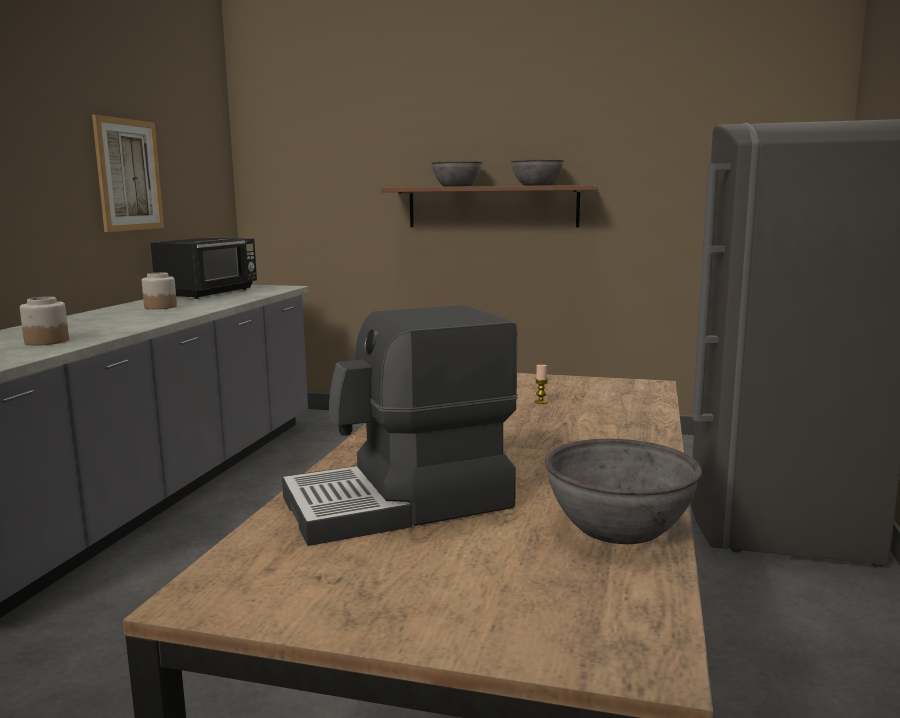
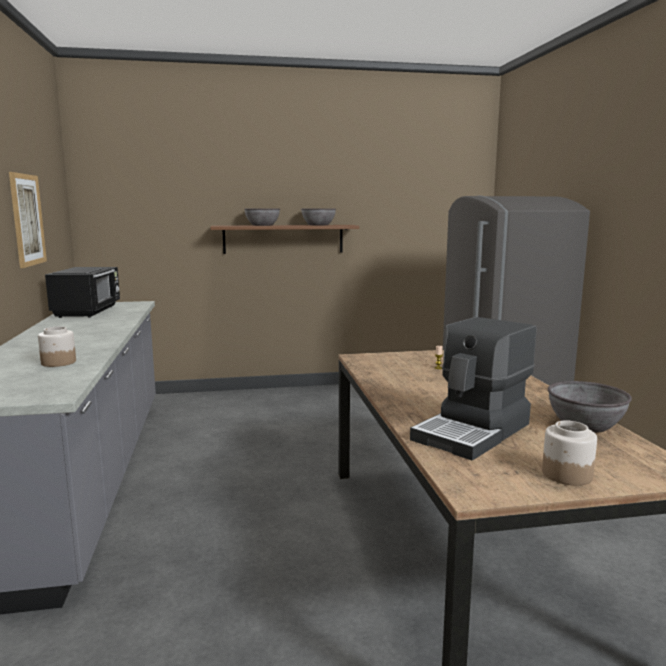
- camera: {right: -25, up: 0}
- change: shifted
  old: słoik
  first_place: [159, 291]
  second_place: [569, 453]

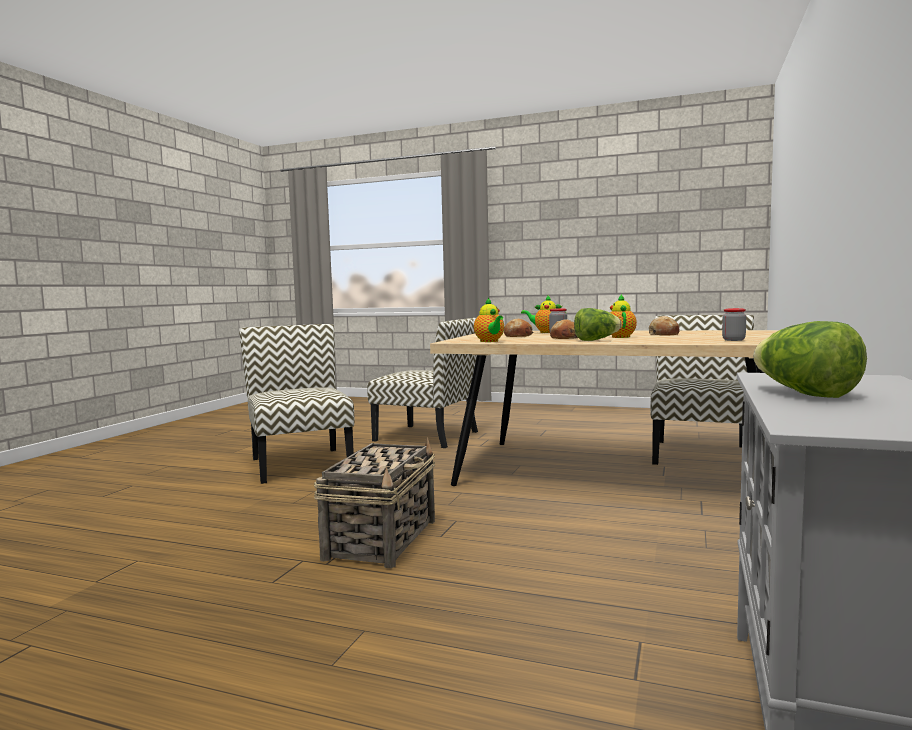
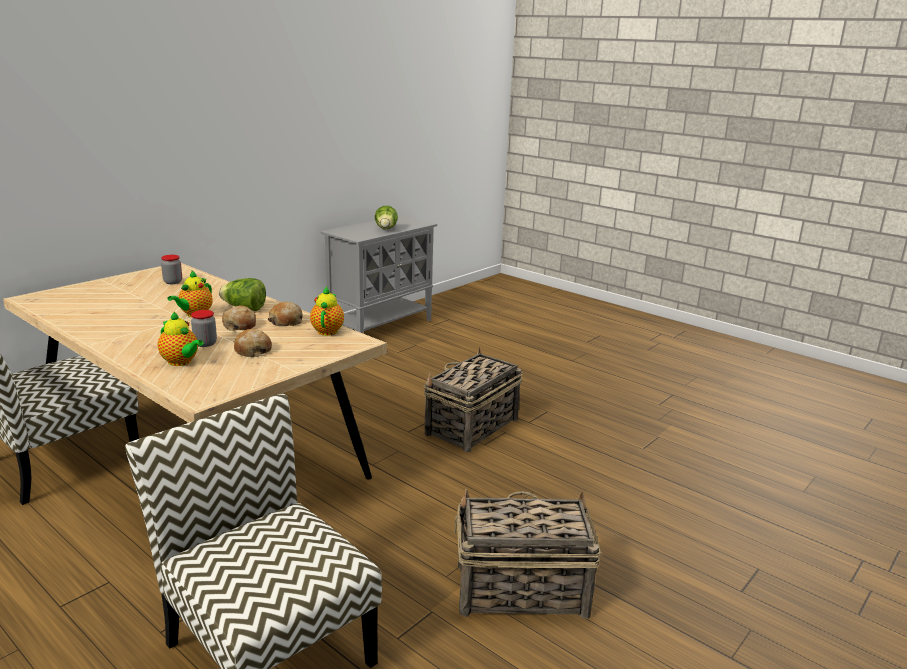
- camera: {right: -160, up: 15}
- change: shifted
  old: chleb
  first_place: [664, 326]
  second_place: [285, 314]
- change: swapped
  old: krzesło
  new: koszyk
  first_place: [297, 404]
  second_place: [527, 554]

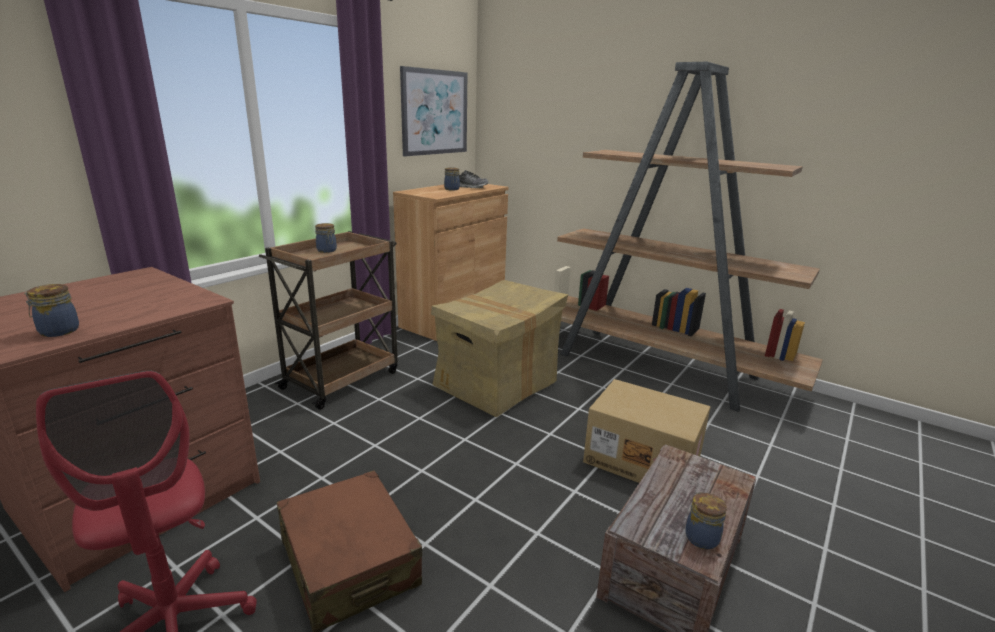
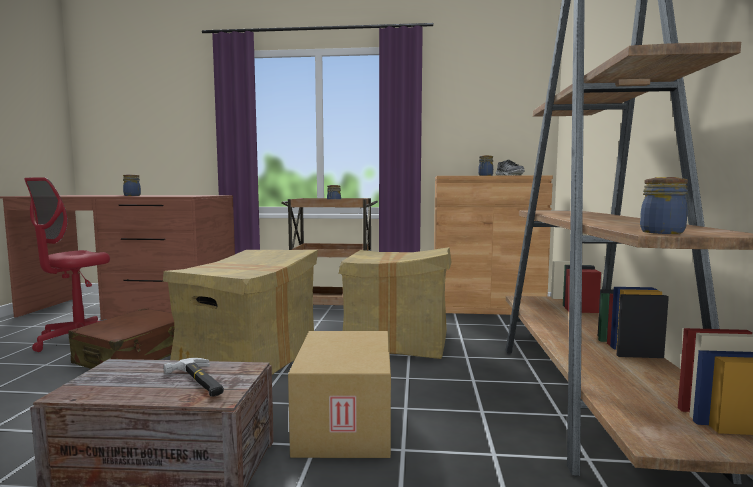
- camera: {right: 60, up: -15}
- change: gone
  old: obraz
  first_place: [433, 111]
- change: new
  new: karton
  second_place: [240, 312]
- change: new
  new: młotek
  second_place: [193, 377]
- change: shifted
  old: słoik
  first_place: [706, 520]
  second_place: [664, 205]

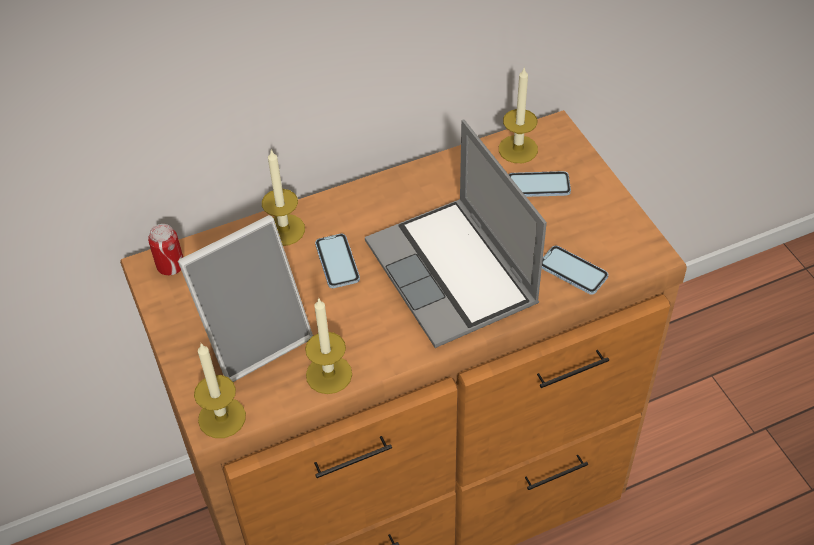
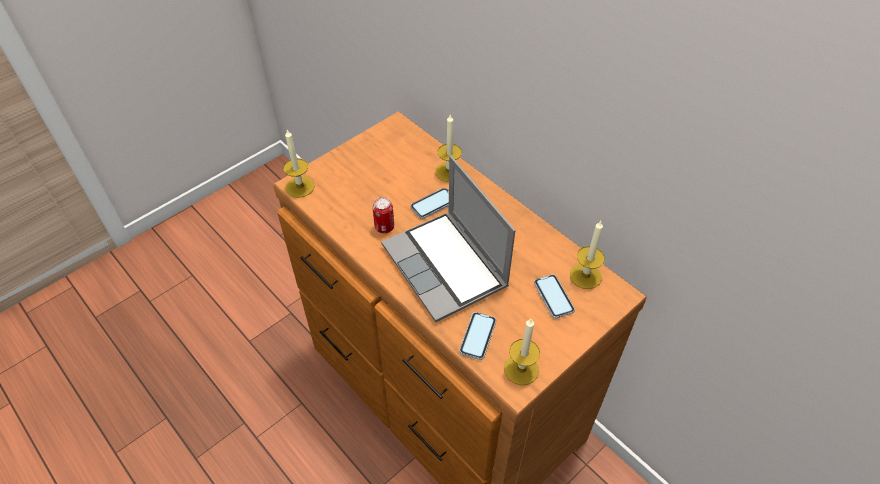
- camera: {right: 70, up: 0}
- change: gone
  old: ramka na zdjęcie
  first_place: [245, 298]
- change: shifted
  old: puszka
  first_place: [165, 249]
  second_place: [383, 215]
- change: shifted
  old: świeca
  first_place: [328, 346]
  second_place: [522, 352]
- change: rotated
  old: laptop
  first_place: [456, 234]
  second_place: [448, 239]
  degrees: -75

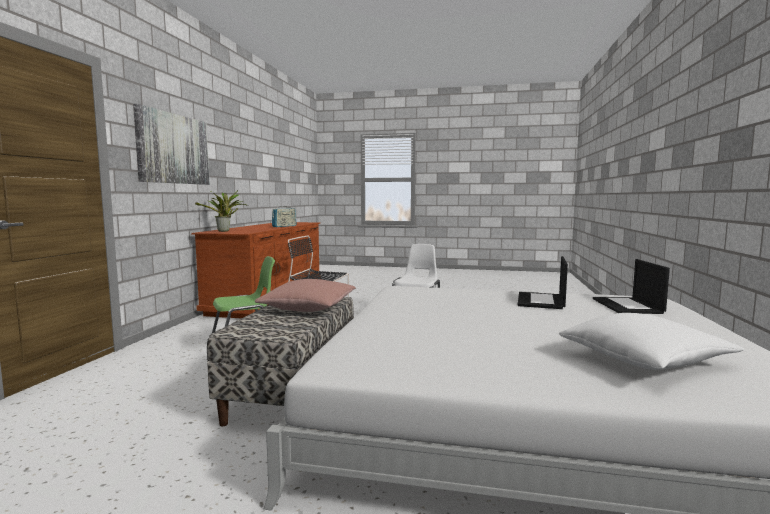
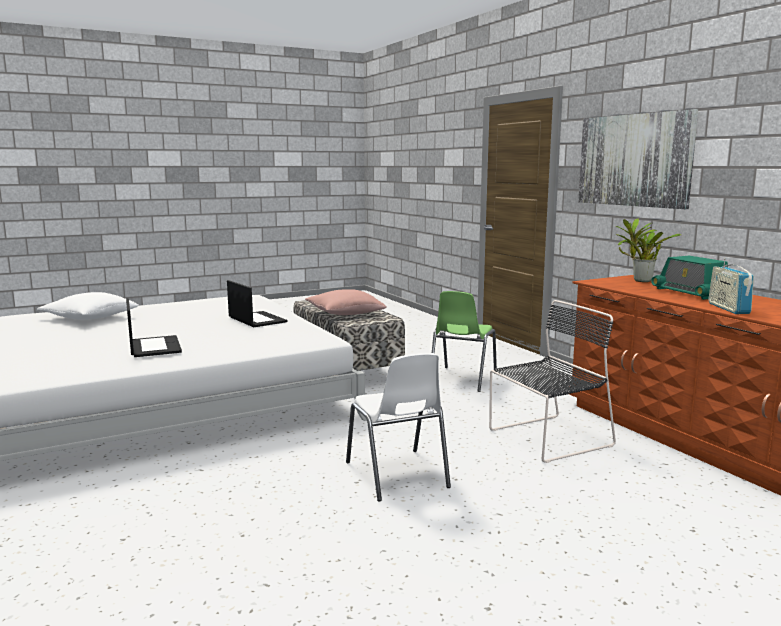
- camera: {right: 140, up: 5}
- change: new
  new: radio
  second_place: [689, 278]
- change: shifted
  old: laptop
  first_place: [631, 286]
  second_place: [257, 303]

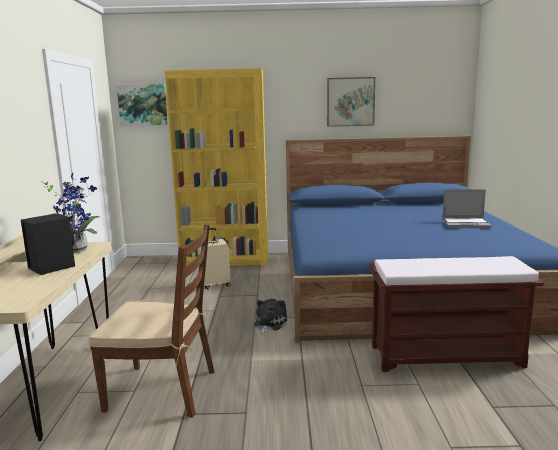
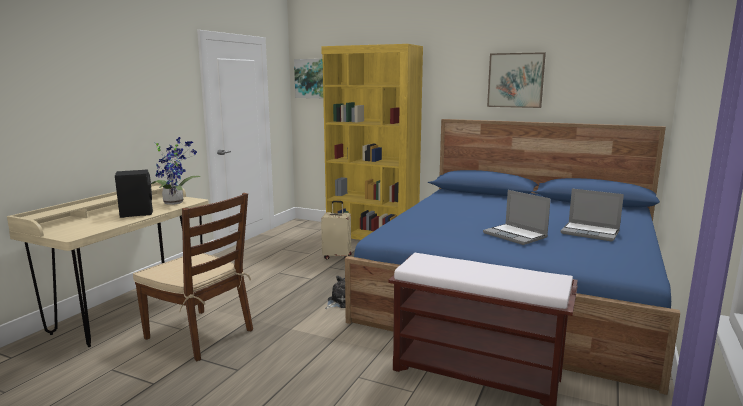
- camera: {right: 25, up: 0}
- change: new
  new: laptop
  second_place: [517, 217]

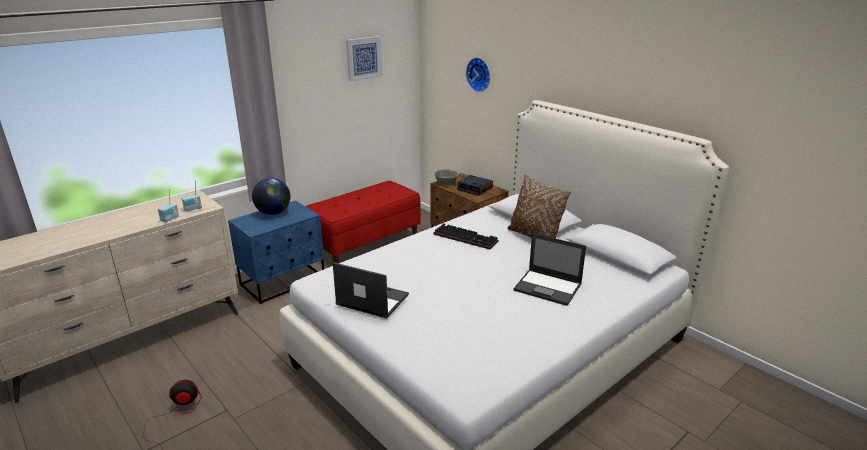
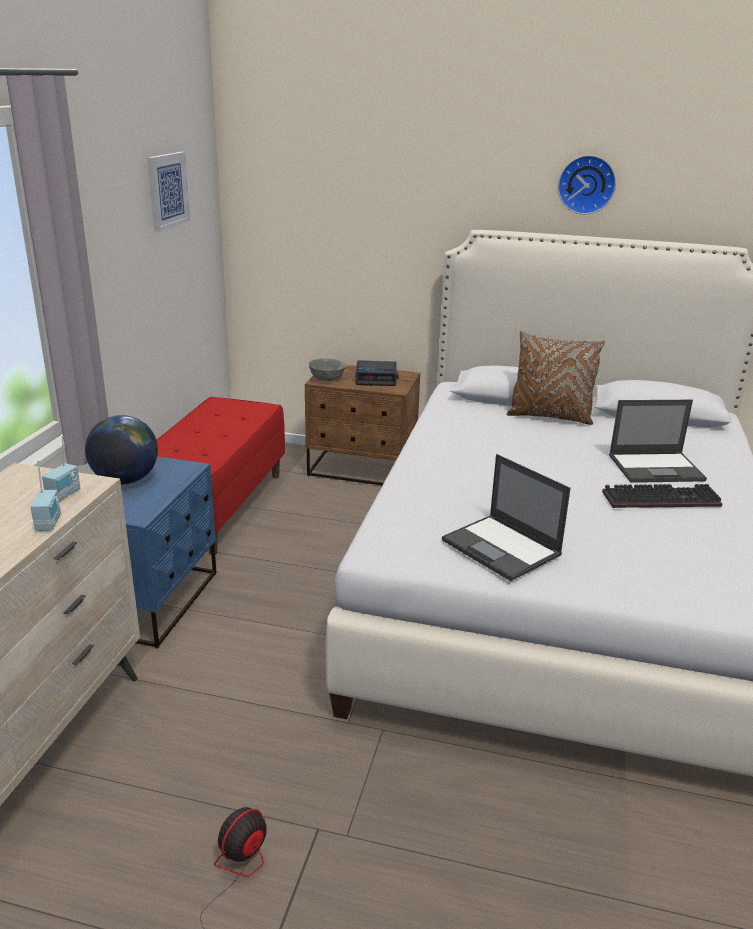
- camera: {right: -35, up: 0}
- change: shifted
  old: klawiatura
  first_place: [465, 236]
  second_place: [662, 496]
- change: shifted
  old: zegar ścienny
  first_place: [478, 74]
  second_place: [587, 184]
- change: rotated
  old: laptop
  first_place: [371, 290]
  second_place: [506, 517]
  degrees: -120

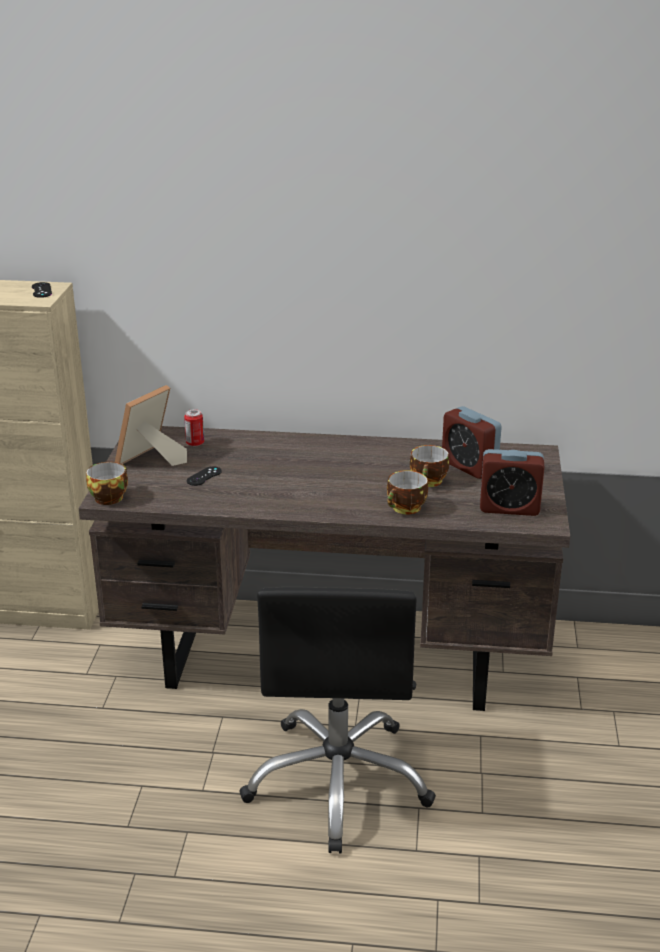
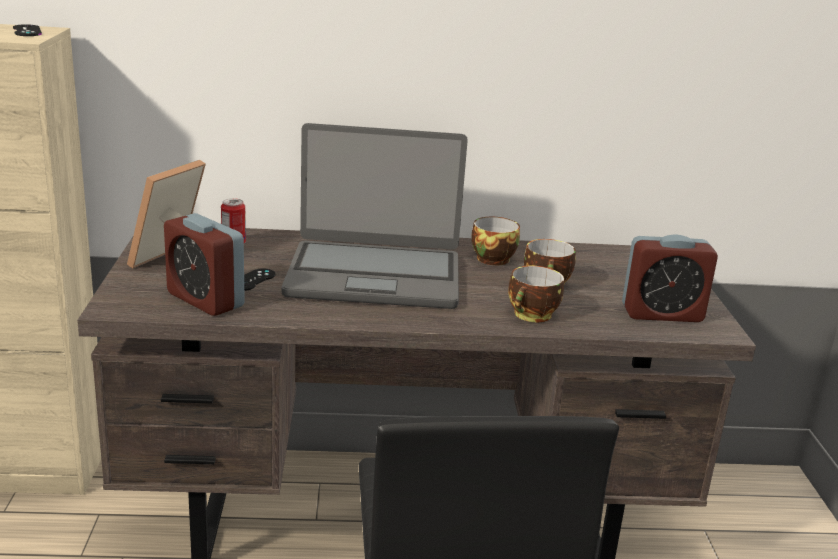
- camera: {right: -10, up: -5}
- change: new
  new: laptop
  second_place: [374, 216]
- change: shifted
  old: filiżanka
  first_place: [107, 483]
  second_place: [495, 241]
- change: shifted
  old: budzik
  first_place: [472, 442]
  second_place: [204, 264]

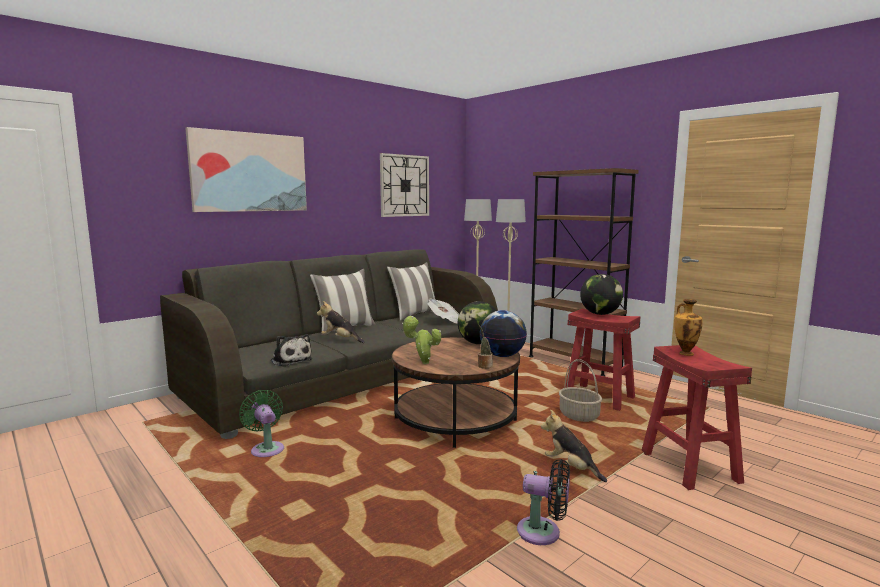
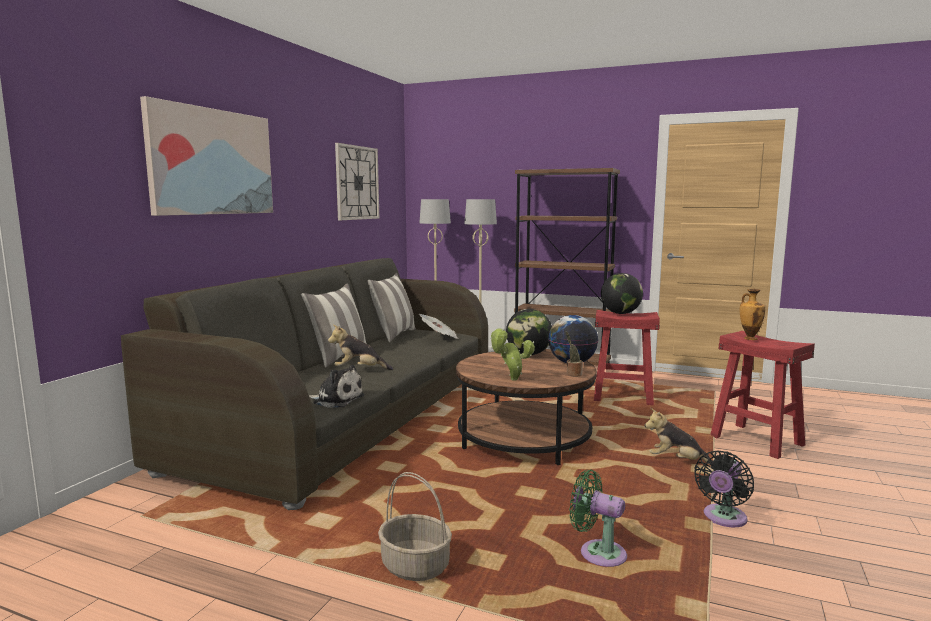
- camera: {right: -25, up: 0}
- change: shifted
  old: wentylator [zielony]
  first_place: [261, 423]
  second_place: [598, 518]
- change: shifted
  old: koszyk
  first_place: [580, 390]
  second_place: [415, 526]
- change: rotated
  old: wentylator [czarny]
  first_place: [543, 502]
  second_place: [724, 489]
  degrees: 135

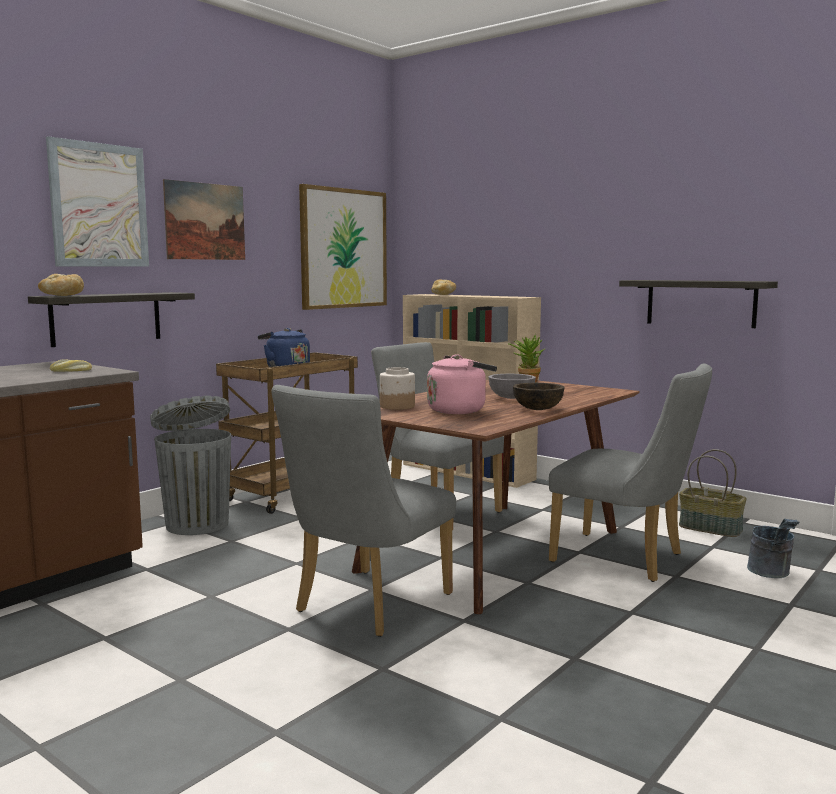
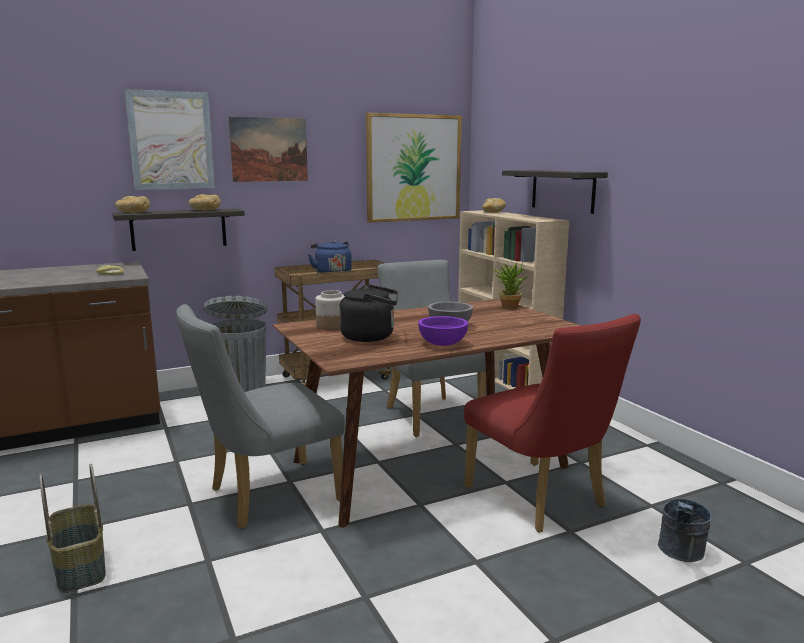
- camera: {right: 25, up: 5}
- change: new
  new: chleb
  second_place: [204, 202]
- change: shifted
  old: półka
  first_place: [698, 304]
  second_place: [555, 192]
- change: shifted
  old: koszyk
  first_place: [713, 493]
  second_place: [72, 528]
- change: repainted
  old: czajnik [różowy]
  new: czajnik [czarny]
  first_place: [462, 384]
  second_place: [368, 313]
- change: repainted
  old: miska [brązowy]
  new: miska [fioletowy]
  first_place: [538, 396]
  second_place: [443, 331]
- change: repainted
  old: krzesło [szary]
  new: krzesło [czerwony]
  first_place: [630, 473]
  second_place: [552, 423]

